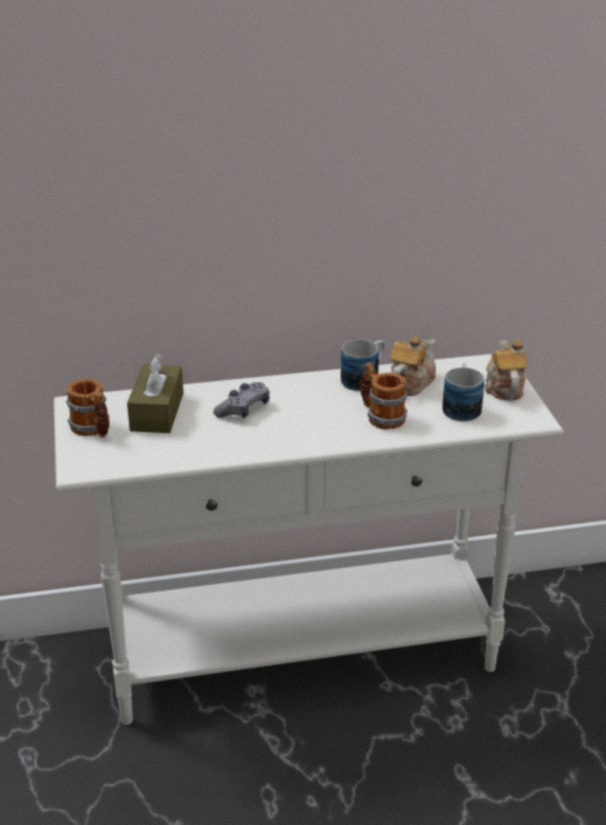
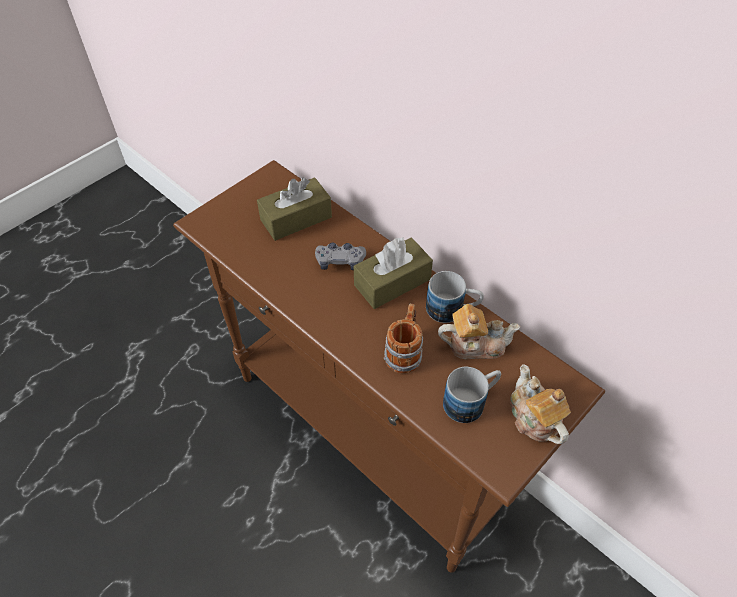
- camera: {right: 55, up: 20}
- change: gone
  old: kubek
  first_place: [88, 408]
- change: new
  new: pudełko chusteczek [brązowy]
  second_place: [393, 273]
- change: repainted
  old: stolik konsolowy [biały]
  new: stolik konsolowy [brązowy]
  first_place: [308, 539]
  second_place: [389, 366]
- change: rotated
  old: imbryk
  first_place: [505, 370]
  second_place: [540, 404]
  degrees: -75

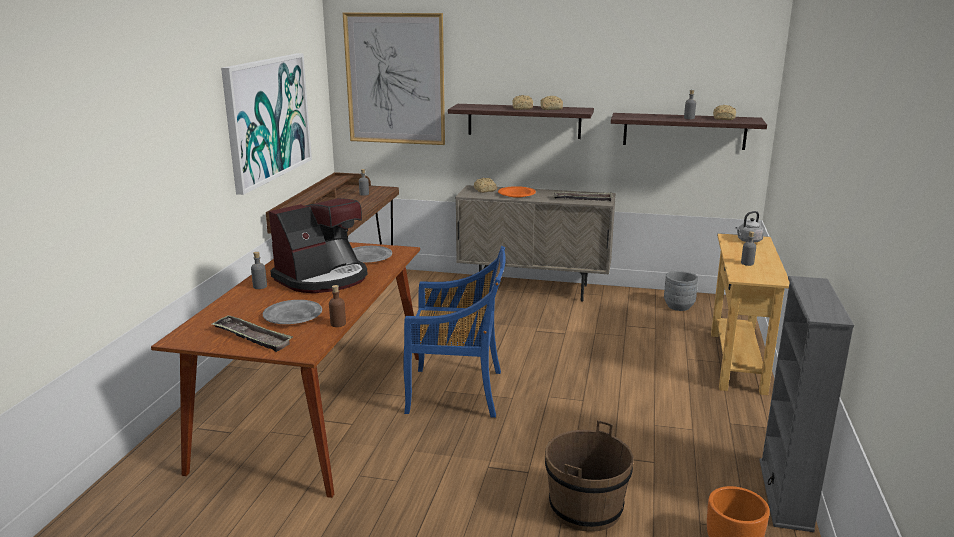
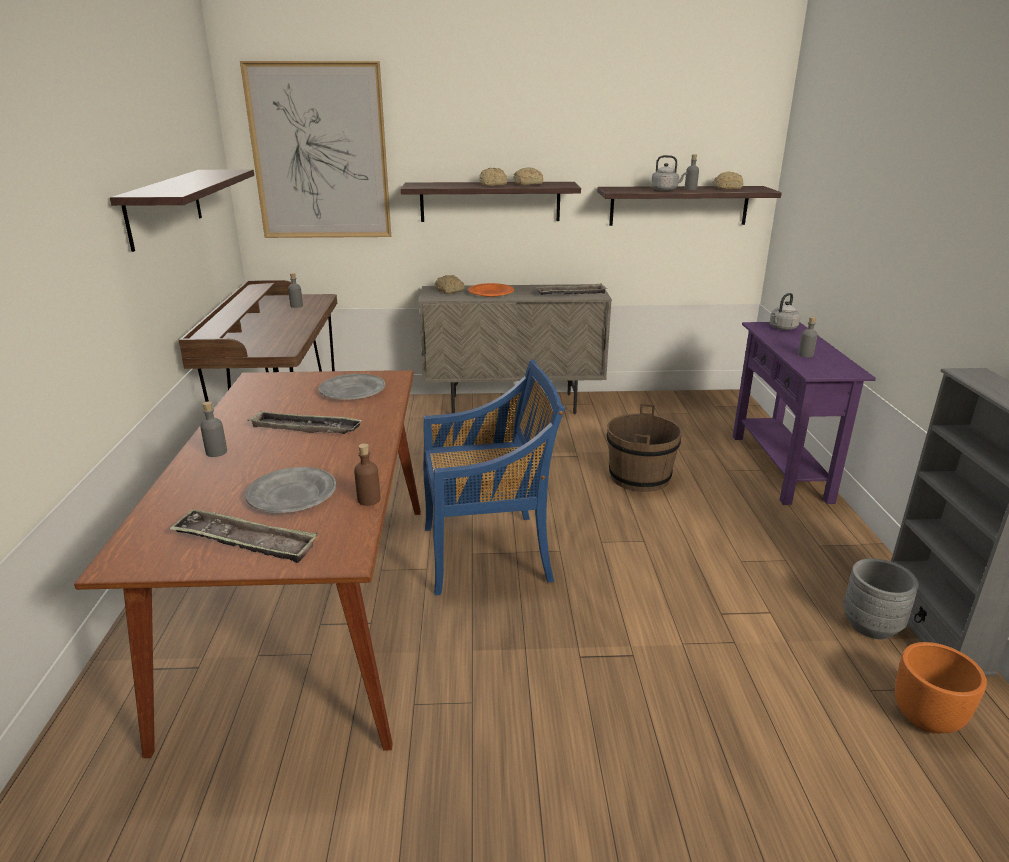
- camera: {right: -15, up: 5}
- change: new
  new: czajnik [szary]
  second_place: [669, 173]
- change: shifted
  old: wiadro [brązowy]
  first_place: [589, 476]
  second_place: [644, 448]
- change: shifted
  old: donica [szary]
  first_place: [681, 291]
  second_place: [881, 599]
- change: swapped
  old: obraz
  new: półka
  first_place: [266, 124]
  second_place: [182, 210]
- change: swapped
  old: ekspres do kawy
  new: taca
  first_place: [318, 245]
  second_place: [304, 422]
- change: repainted
  old: stolik konsolowy [beżowy]
  new: stolik konsolowy [fioletowy]
  first_place: [750, 314]
  second_place: [804, 413]

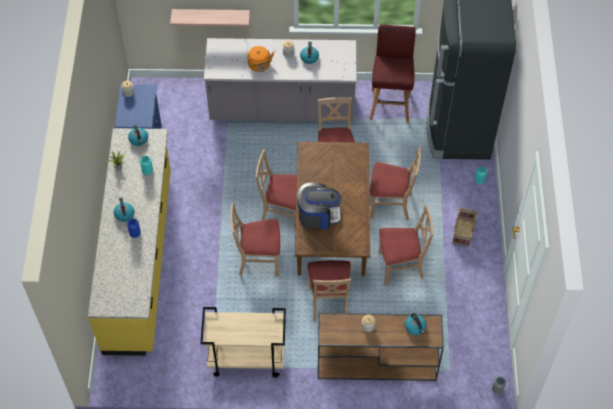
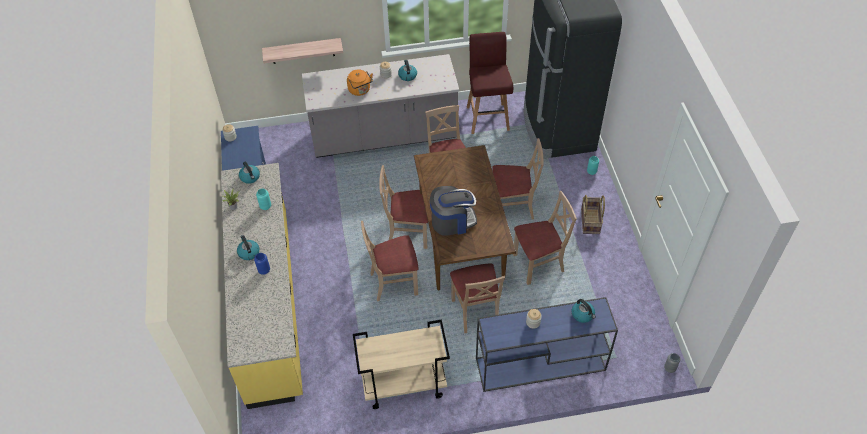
- camera: {right: -10, up: -5}
- change: repainted
  old: stolik konsolowy [brązowy]
  new: stolik konsolowy [niebieski]
  first_place: [381, 347]
  second_place: [547, 344]

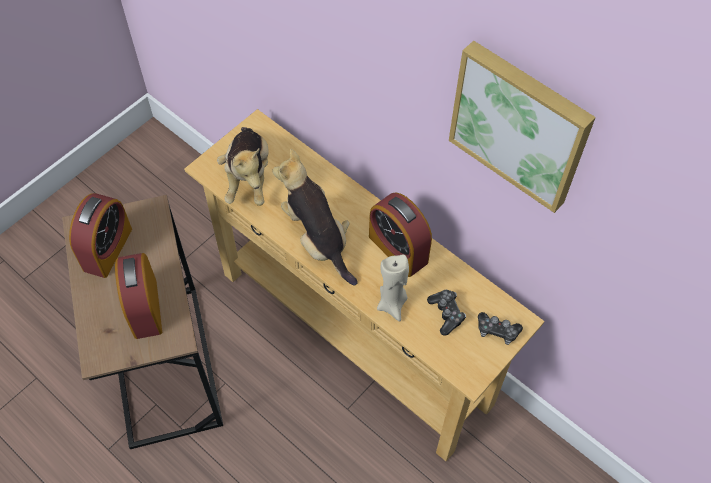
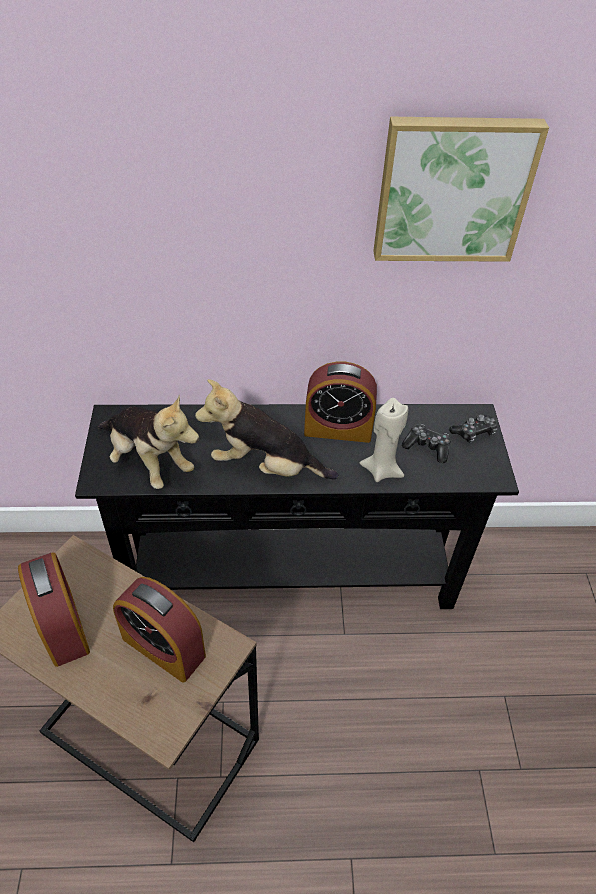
- camera: {right: -45, up: -10}
- change: repainted
  old: stolik konsolowy [beżowy]
  new: stolik konsolowy [czarny]
  first_place: [364, 285]
  second_place: [297, 506]

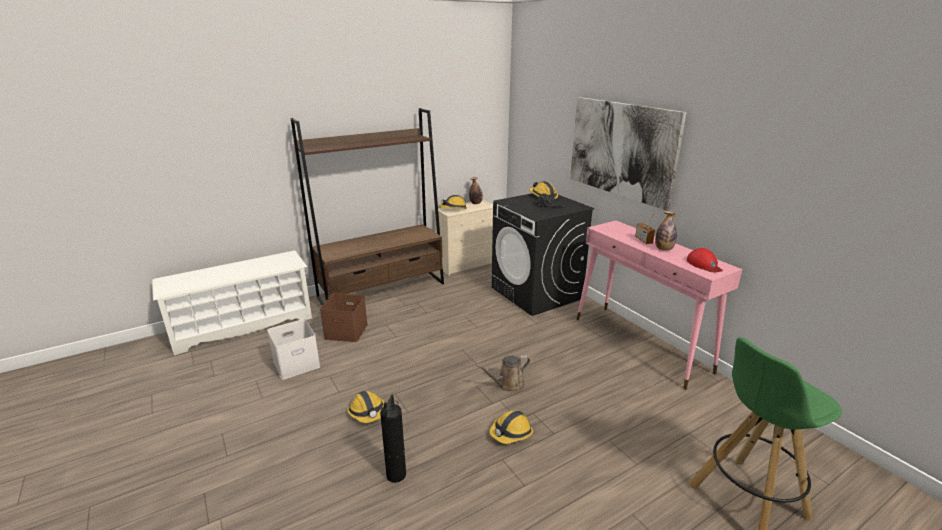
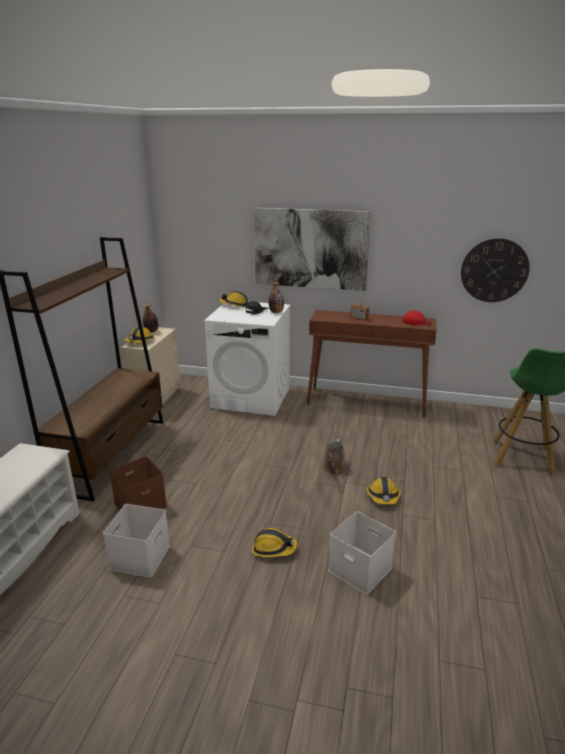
- camera: {right: -45, up: 0}
- change: new
  new: zegar ścienny
  second_place: [495, 270]
- change: shifted
  old: butelka
  first_place: [666, 231]
  second_place: [276, 297]
- change: swapped
  old: gaśnica
  new: pojemnik do przechowywania [biały]
  first_place: [393, 438]
  second_place: [362, 552]
- change: repainted
  old: pralka [czarny]
  new: pralka [biały]
  first_place: [543, 254]
  second_place: [247, 359]
- change: repainted
  old: stolik konsolowy [różowy]
  new: stolik konsolowy [brązowy]
  first_place: [659, 305]
  second_place: [372, 364]

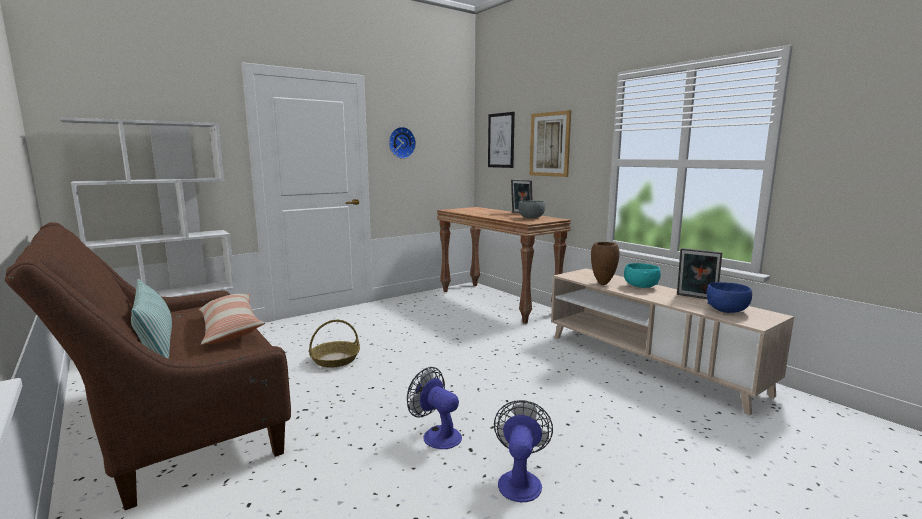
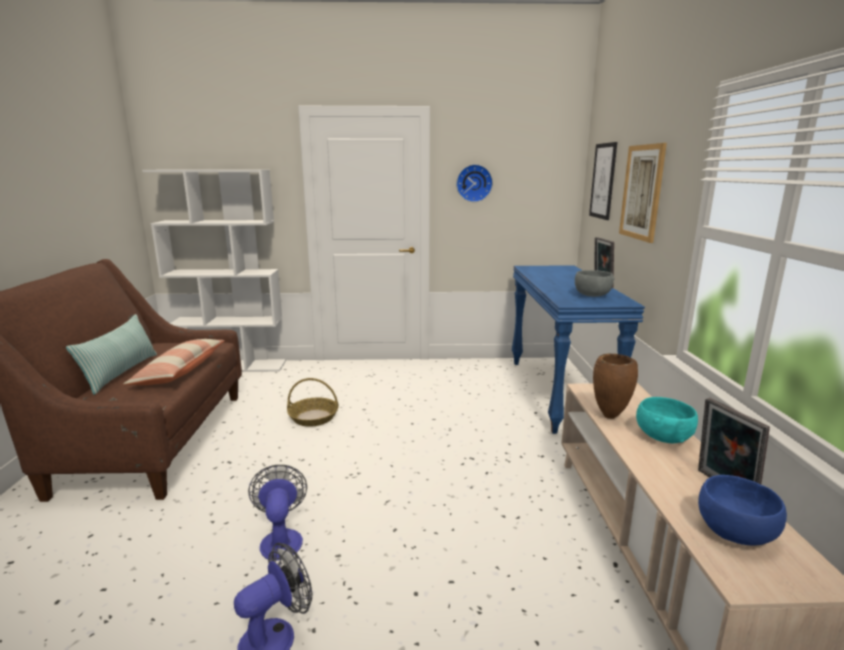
- camera: {right: 35, up: 5}
- change: repainted
  old: stolik konsolowy [brązowy]
  new: stolik konsolowy [niebieski]
  first_place: [504, 265]
  second_place: [578, 349]

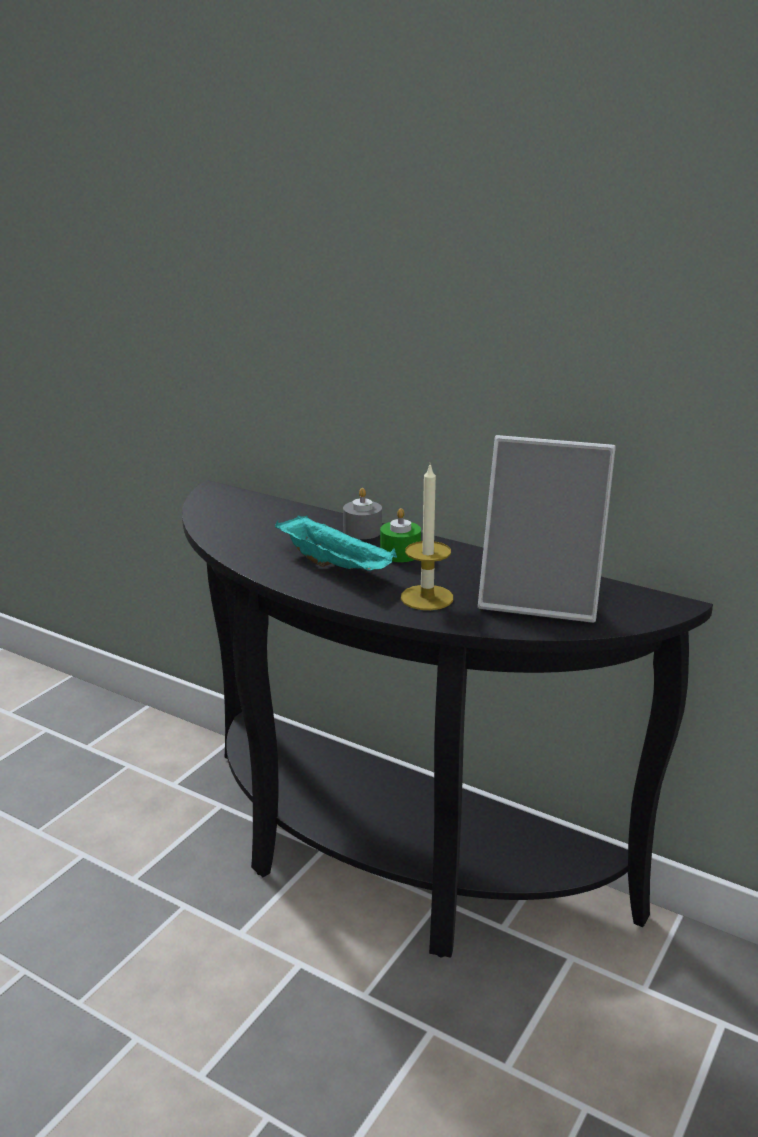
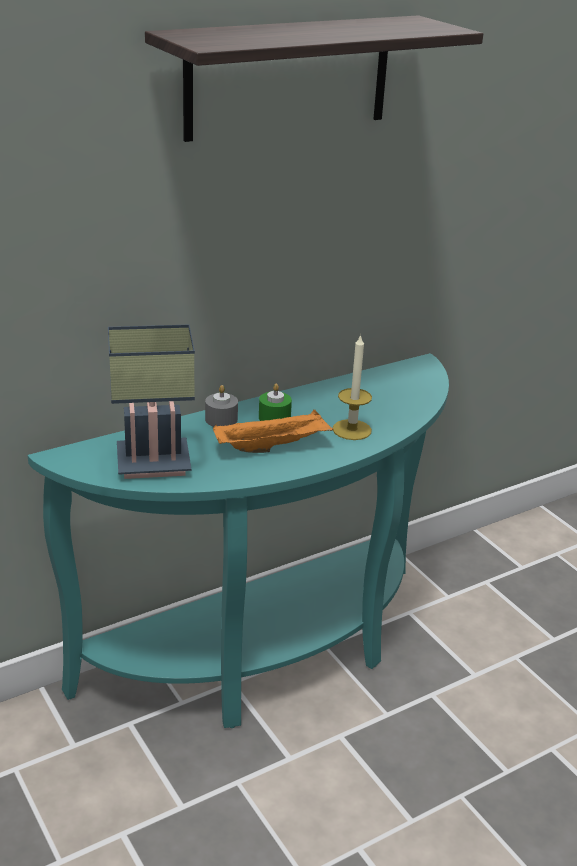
- camera: {right: -65, up: 5}
- change: gone
  old: ramka na zdjęcie
  first_place: [547, 529]
- change: new
  new: lampa stołowa
  second_place: [151, 401]
- change: new
  new: półka
  second_place: [314, 78]
- change: repainted
  old: stolik konsolowy [czarny]
  new: stolik konsolowy [turkusowy]
  first_place: [447, 719]
  second_place: [238, 540]
- change: repainted
  old: taca [turkusowy]
  new: taca [pomarańczowy]
  first_place: [336, 543]
  second_place: [273, 431]

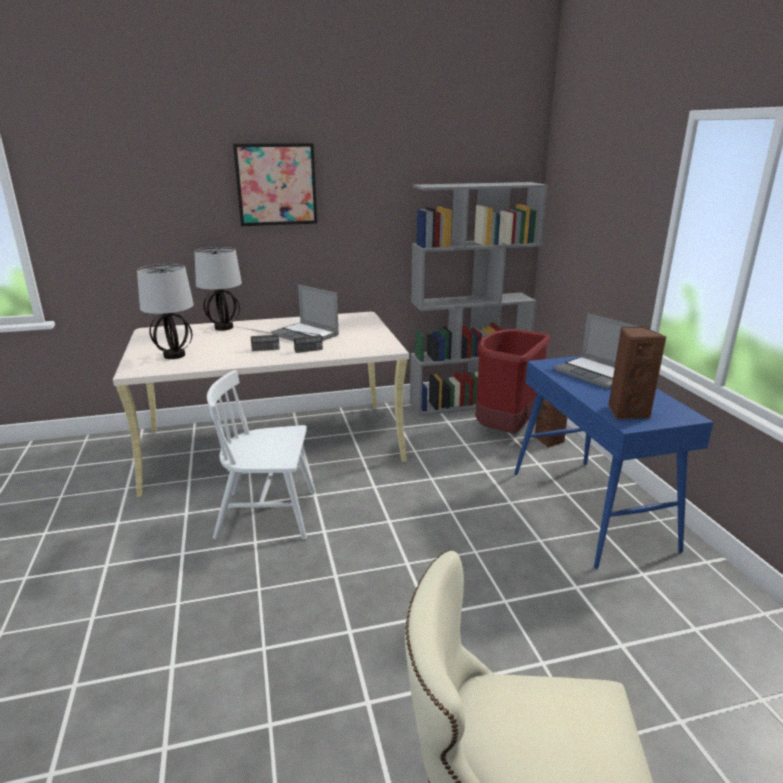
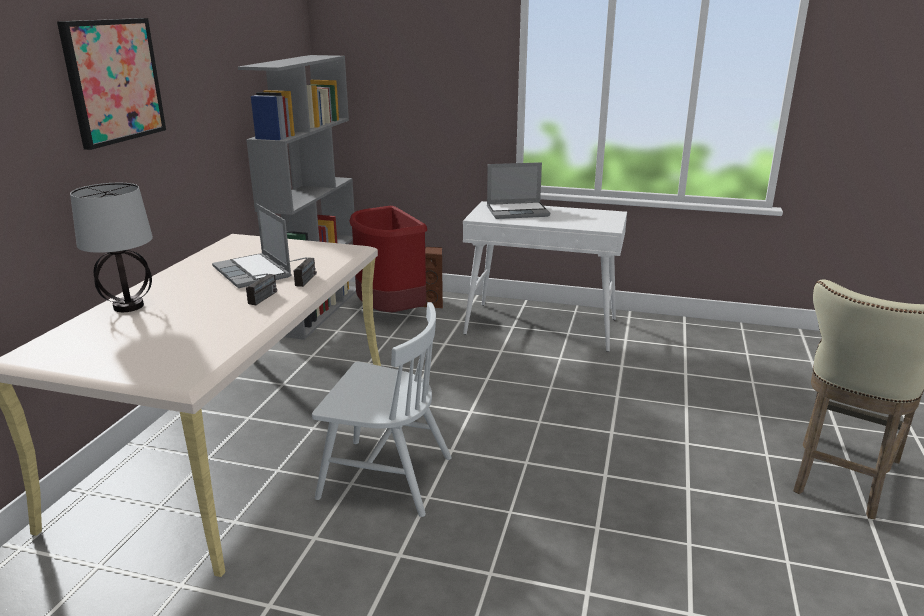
- camera: {right: -60, up: 0}
- change: gone
  old: lampa stołowa
  first_place: [165, 311]
- change: gone
  old: głośnik [brązowy]
  first_place: [637, 373]
- change: repainted
  old: stolik konsolowy [niebieski]
  new: stolik konsolowy [biały]
  first_place: [614, 462]
  second_place: [545, 276]
- change: rotated
  old: krzesło [biały]
  first_place: [261, 455]
  second_place: [382, 409]
  degrees: -105
- change: rotated
  old: laptop
  first_place: [305, 312]
  second_place: [252, 246]
  degrees: 75

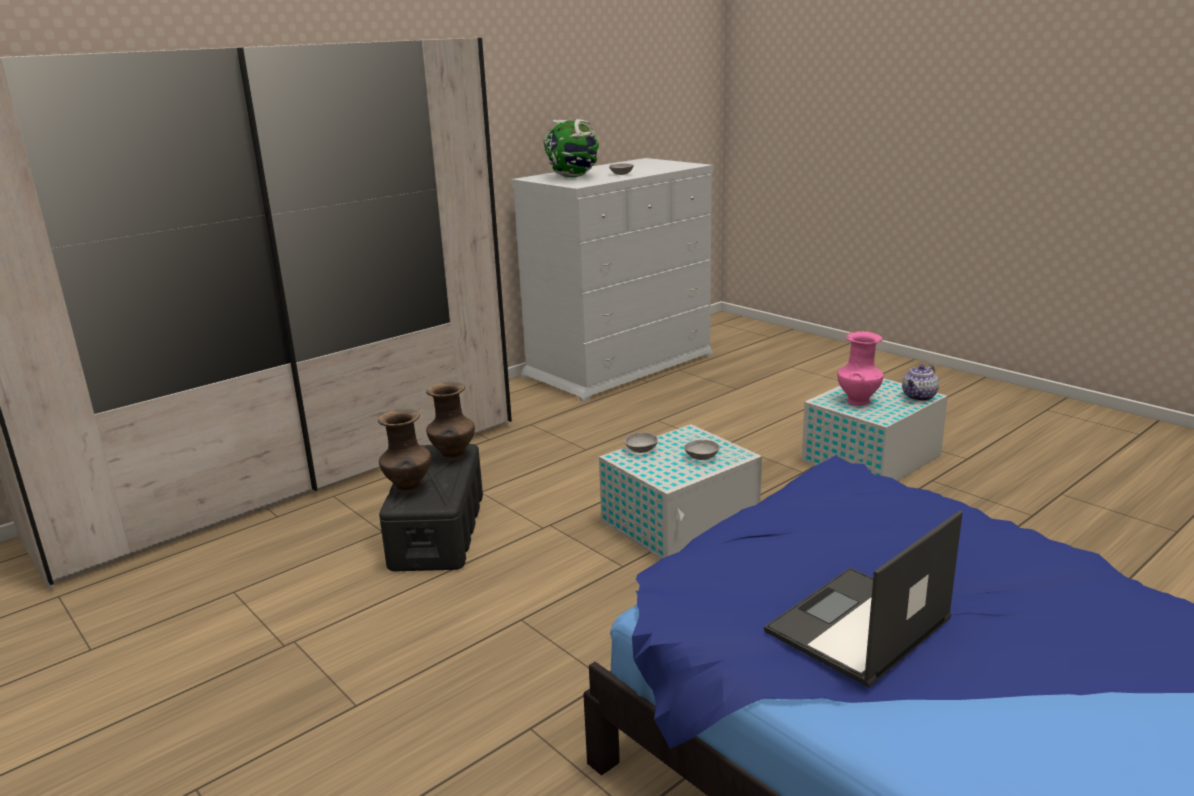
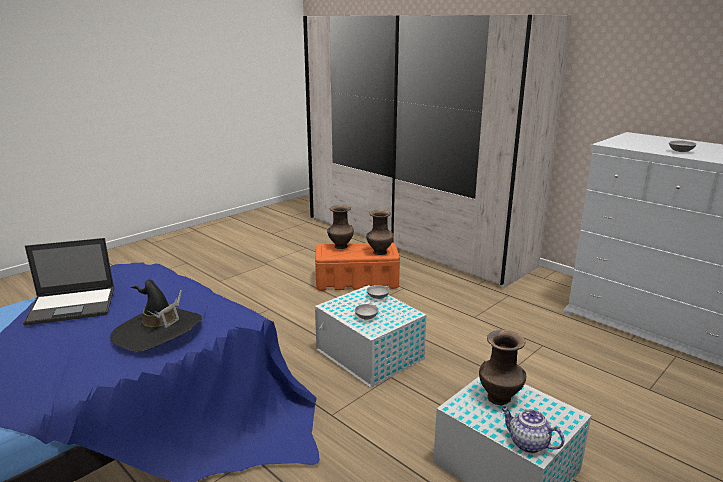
- camera: {right: 85, up: 0}
- change: gone
  old: globus
  first_place: [571, 148]
- change: new
  new: kapelusz [czarny]
  second_place: [156, 315]
- change: repainted
  old: pojemnik do przechowywania [czarny]
  new: pojemnik do przechowywania [pomarańczowy]
  first_place: [431, 507]
  second_place: [357, 267]
- change: repainted
  old: wazon [różowy]
  new: wazon [brązowy]
  first_place: [860, 368]
  second_place: [502, 367]
- change: rotated
  old: laptop
  first_place: [863, 598]
  second_place: [68, 282]
  degrees: 120

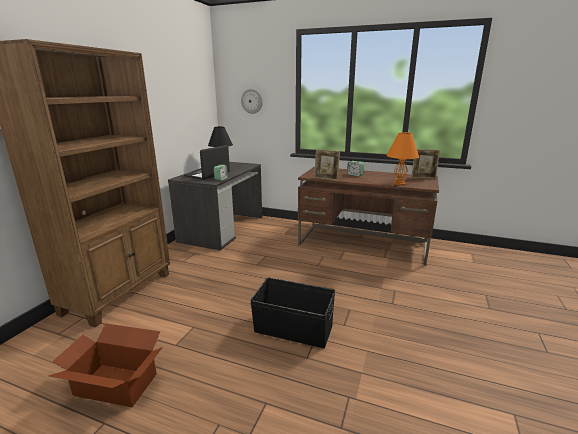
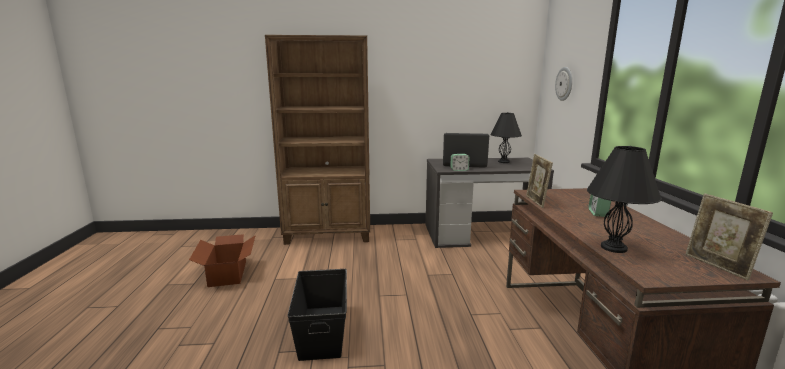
- camera: {right: 65, up: -5}
- change: repainted
  old: lampa stołowa [pomarańczowy]
  new: lampa stołowa [czarny]
  first_place: [402, 158]
  second_place: [624, 199]

